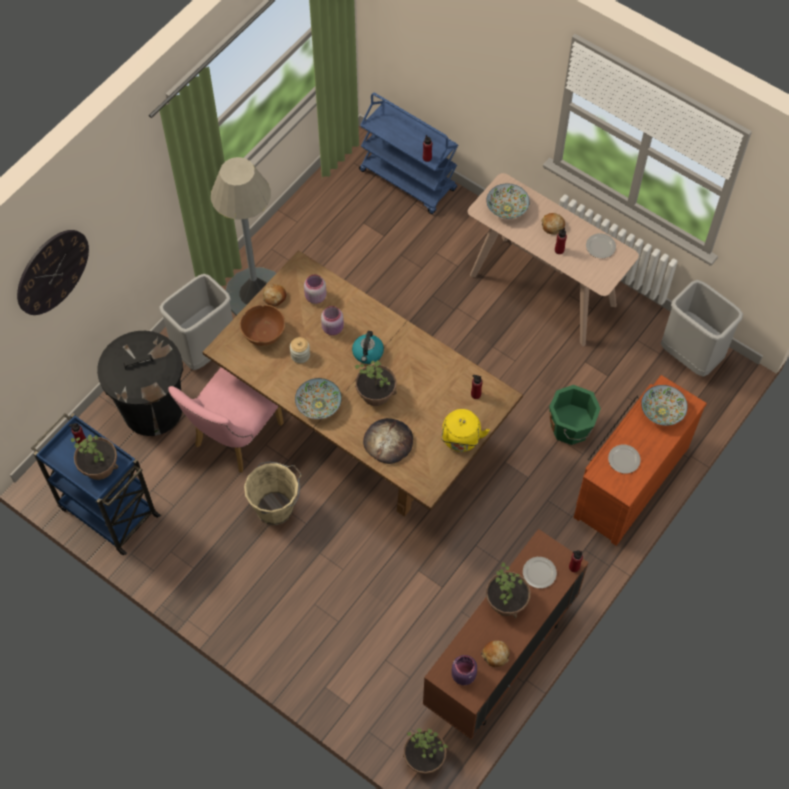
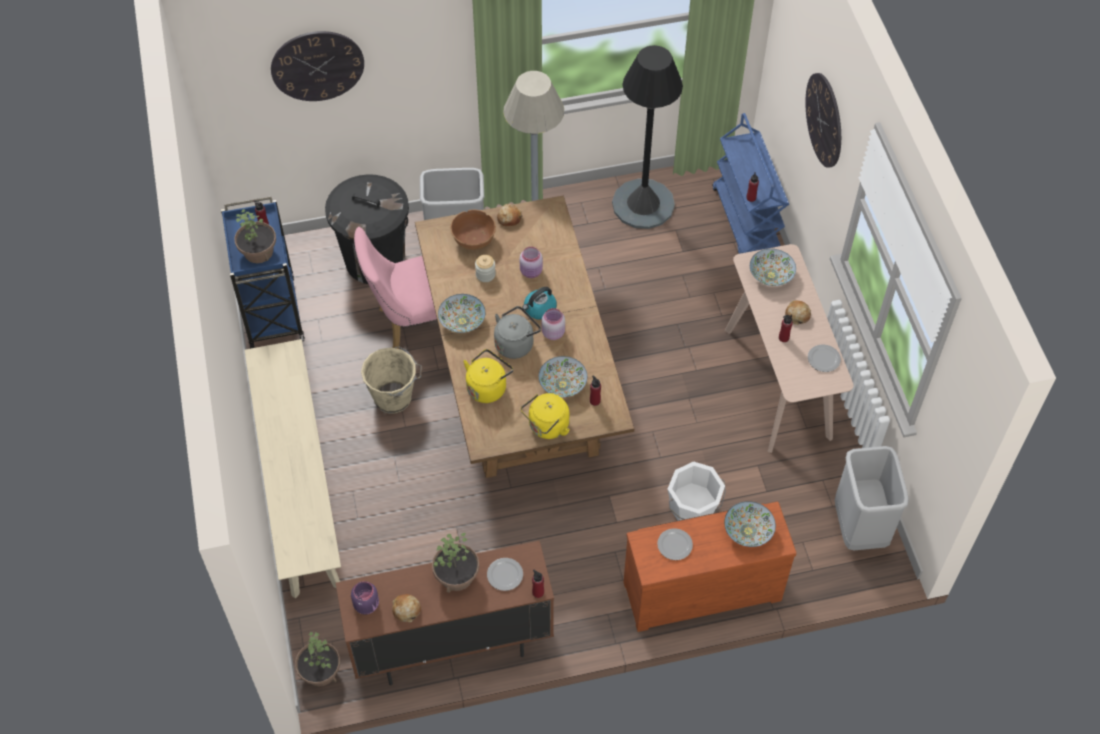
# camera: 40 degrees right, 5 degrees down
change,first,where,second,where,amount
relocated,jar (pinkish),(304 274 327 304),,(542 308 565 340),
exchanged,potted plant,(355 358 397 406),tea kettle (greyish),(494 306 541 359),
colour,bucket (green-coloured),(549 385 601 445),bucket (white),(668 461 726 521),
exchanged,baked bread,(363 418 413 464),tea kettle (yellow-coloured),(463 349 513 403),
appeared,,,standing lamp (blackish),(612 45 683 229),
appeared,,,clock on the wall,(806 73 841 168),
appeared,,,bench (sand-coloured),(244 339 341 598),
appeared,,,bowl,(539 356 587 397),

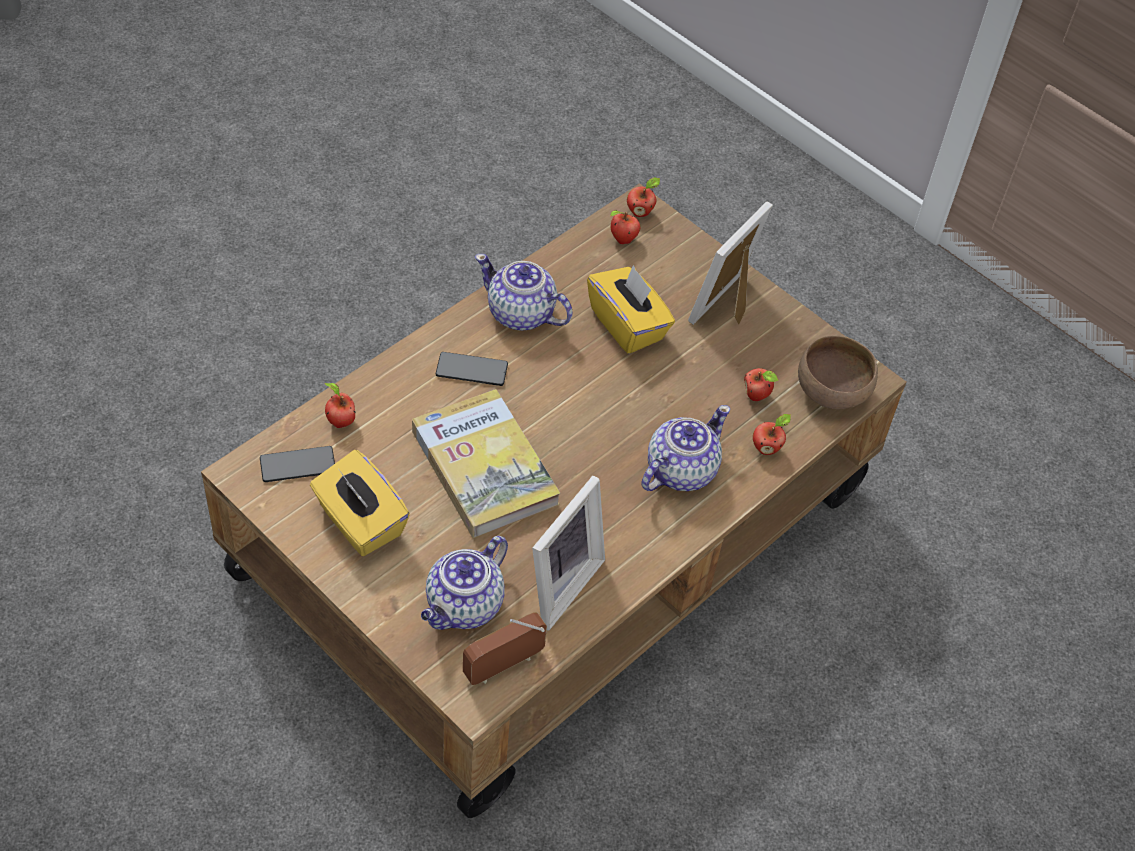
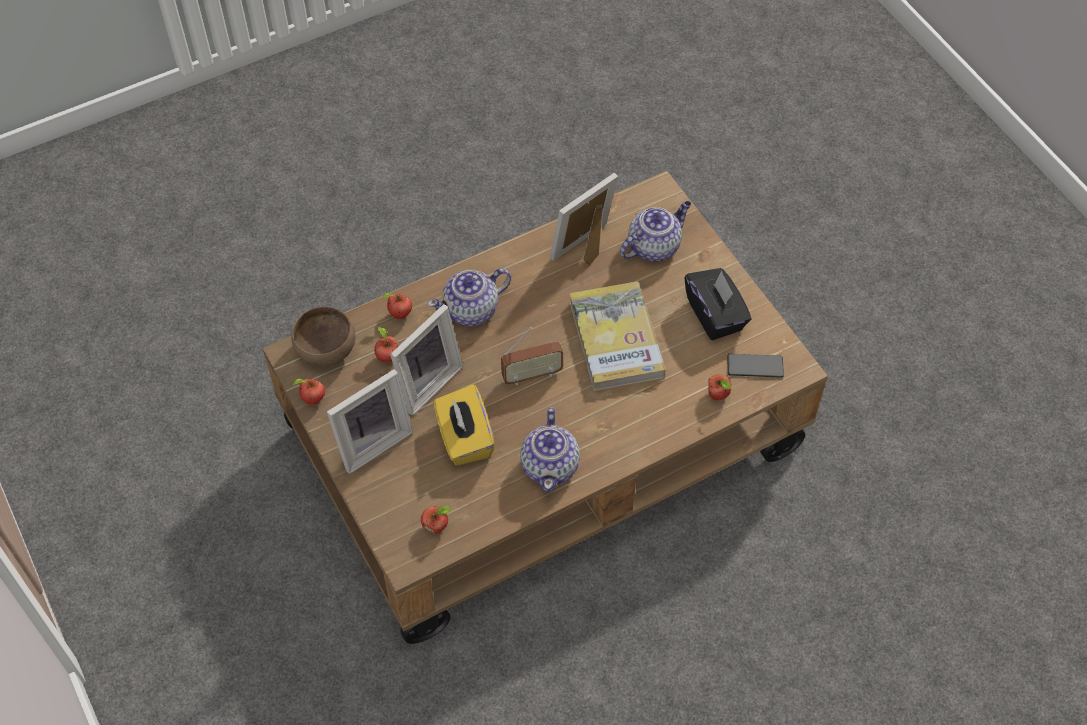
# camera: 160 degrees left, 5 degrees up
change,first,where,second,where,amount
relocated,apple,(627 178 660 217),,(292 378 325 404),
spun,pot for tea,(475 254 573 331),,(520 407 580 492),45 degrees clockwise
missing,telephone,(436 352 508 386),,,
colour,tissue holder (yellow-coloured),(310 450 410 556),tissue holder (blackish),(684 268 751 340),
relocated,radio,(463 612 547 685),,(501 327 563 385),
appeared,,,photo frame,(390 304 463 415),

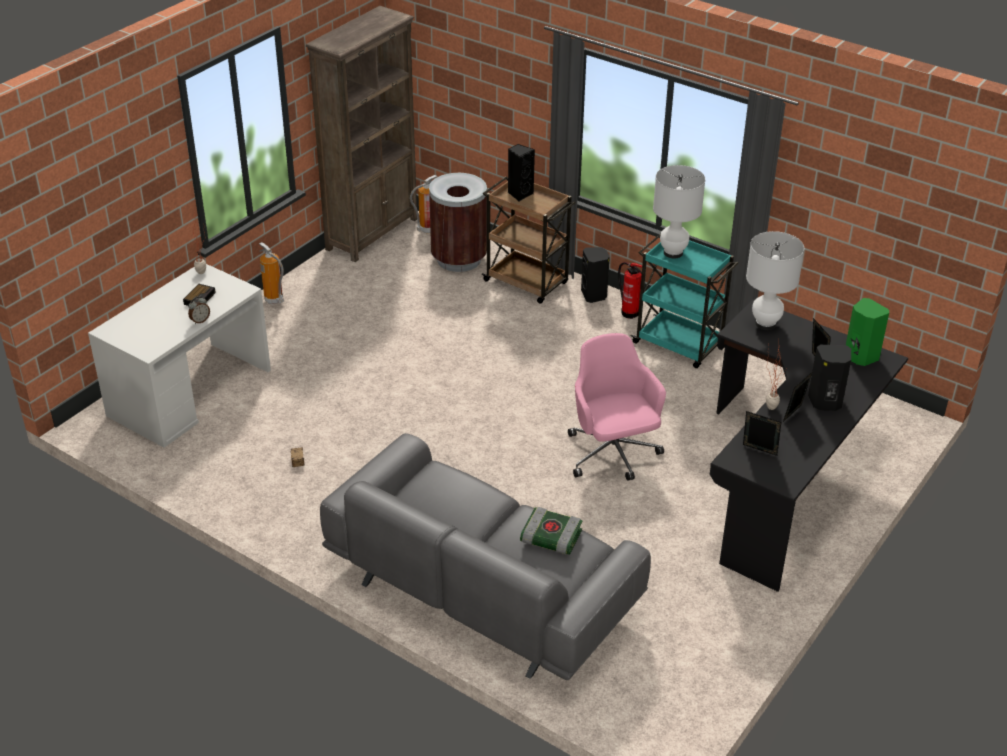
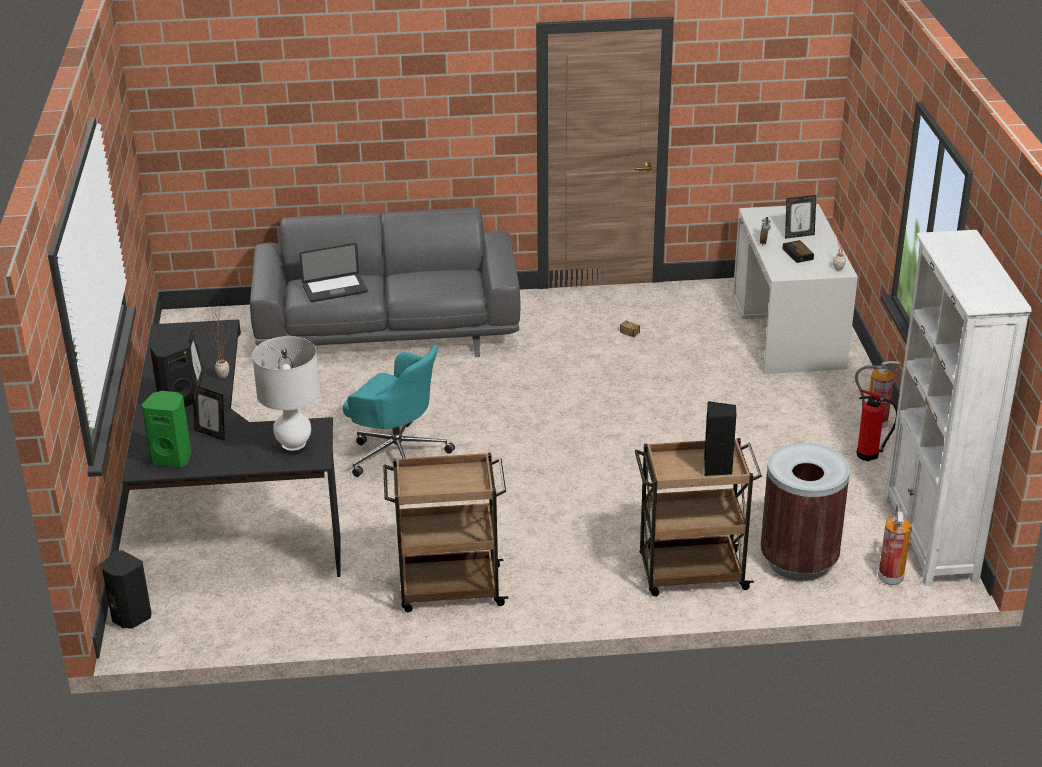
# camera: 140 degrees right, 5 degrees down
change,first,where,second,where,amount
colour,bookcase (brown-coloured),(306 6 417 262),bookcase (white),(885 230 1032 586),
missing,table lamp (white),(653 165 705 258),,,
colour,cart (turquoise-coloured),(631 233 739 368),cart (brown-coloured),(383 453 508 612),
relocated,audio speaker (blackish),(581 247 610 303),,(101 550 152 628),
relocated,fire extinguisher,(618 262 642 319),,(857 389 898 461),
colour,computer chair (pinkish),(568 333 666 481),computer chair (turquoise-coloured),(343 345 455 477),
relocated,photo frame,(743 411 781 456),,(785 195 816 239),
exchanged,book,(520 507 583 555),notebook computer,(299 243 368 302),

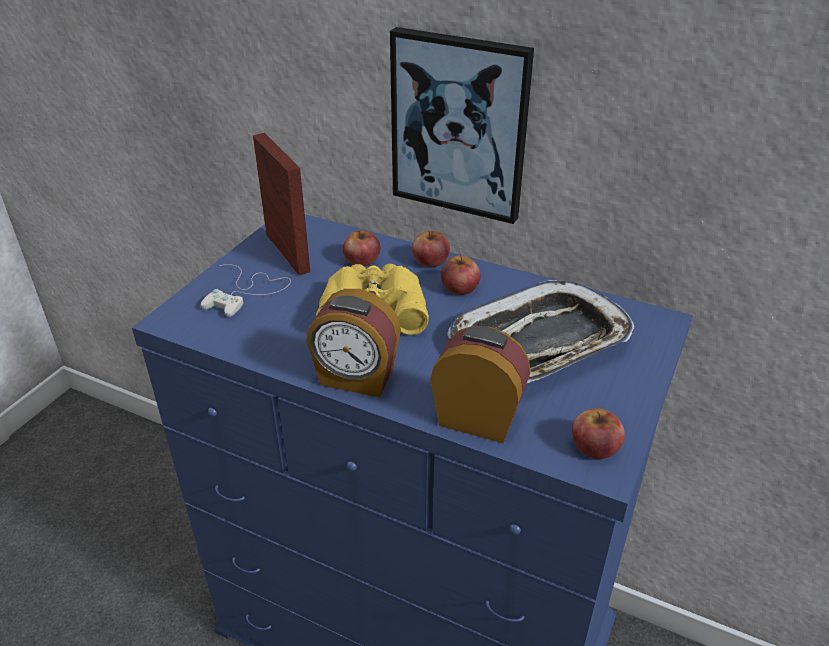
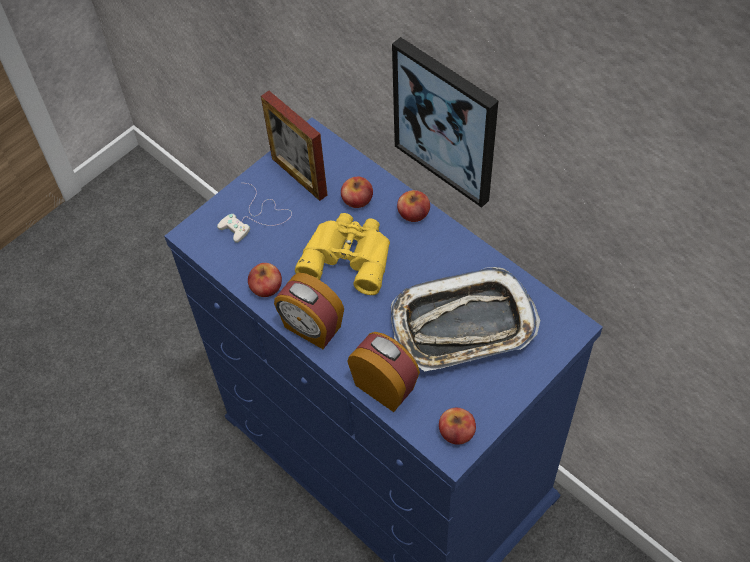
# camera: 20 degrees right, 20 degrees up
change,first,where,second,where,amount
spun,photo frame,(253 133 310 275),,(261 91 327 201),150 degrees clockwise
relocated,apple,(441 254 481 295),,(248 263 282 297),

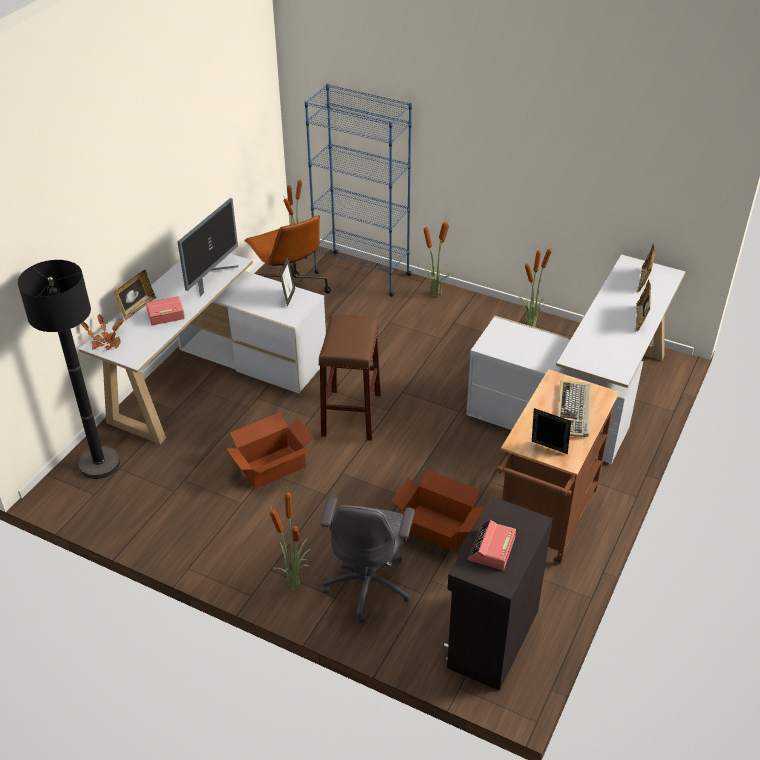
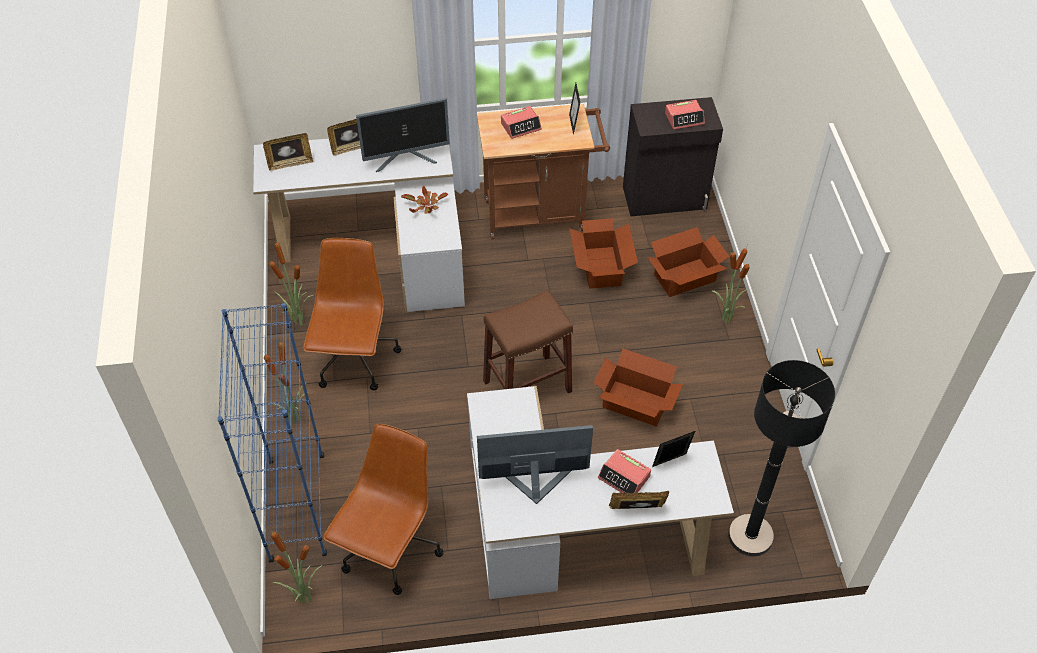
# camera: 125 degrees left, 10 degrees up
change,first,where,second,where,amount
relocated,photo frame,(280 255 295 307),,(652 431 695 467),
relocated,potted plant,(81 314 124 350),,(401 186 448 213),
exchanged,computer keyboard,(558 381 592 437),table clock,(501 106 542 139),
exchanged,computer chair (greyish),(320 496 415 623),packing box,(648 227 730 297),
appeared,,,monitor,(356 98 450 172),
appeared,,,computer chair (brown-coloured),(303 238 402 390),

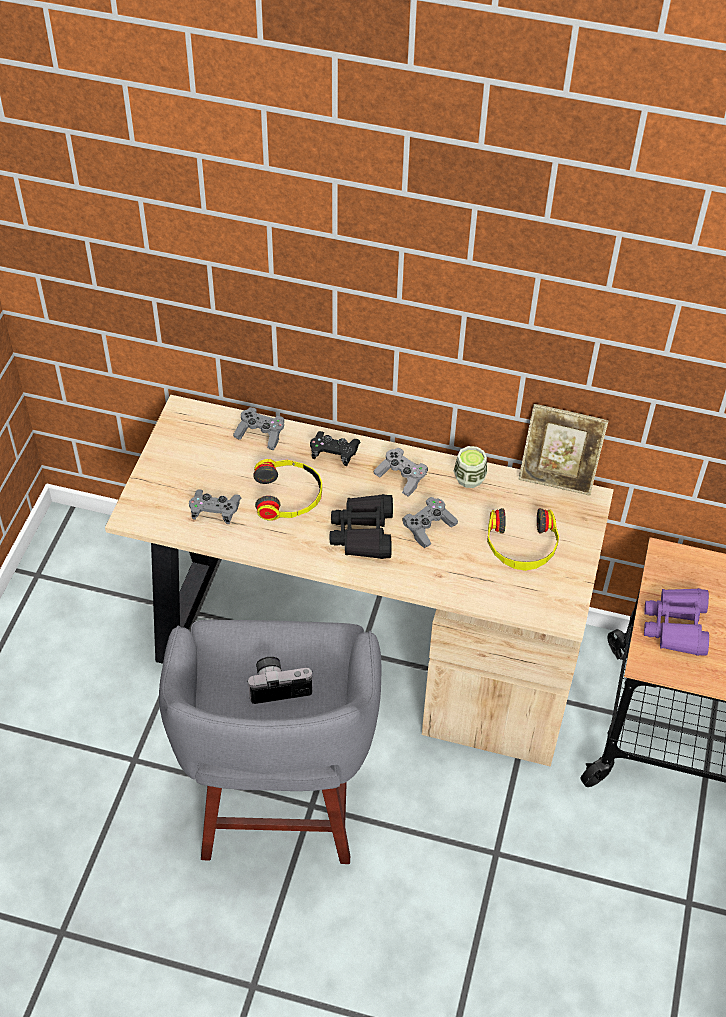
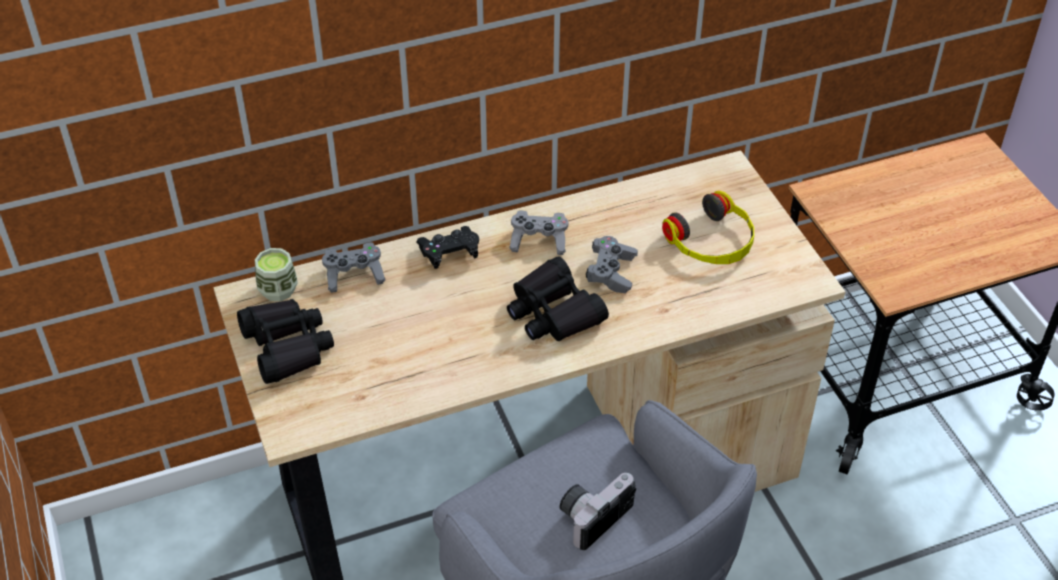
# camera: 35 degrees left, 5 degrees down
change,first,where,second,where,amount
missing,photo frame,(518 404 608 496),,,
relocated,small cup,(454 446 487 488),,(255 248 298 301),
missing,headphones,(253 459 322 521),,,
missing,joypad (greyish),(189 489 241 524),,,
missing,field glasses (purple),(644 588 709 656),,,
appeared,,,field glasses (blackish),(237 299 334 384),

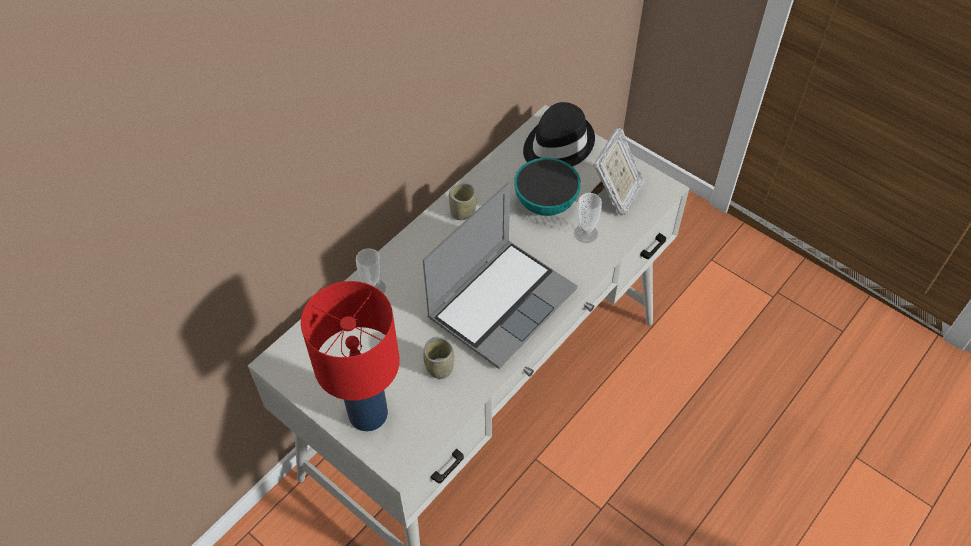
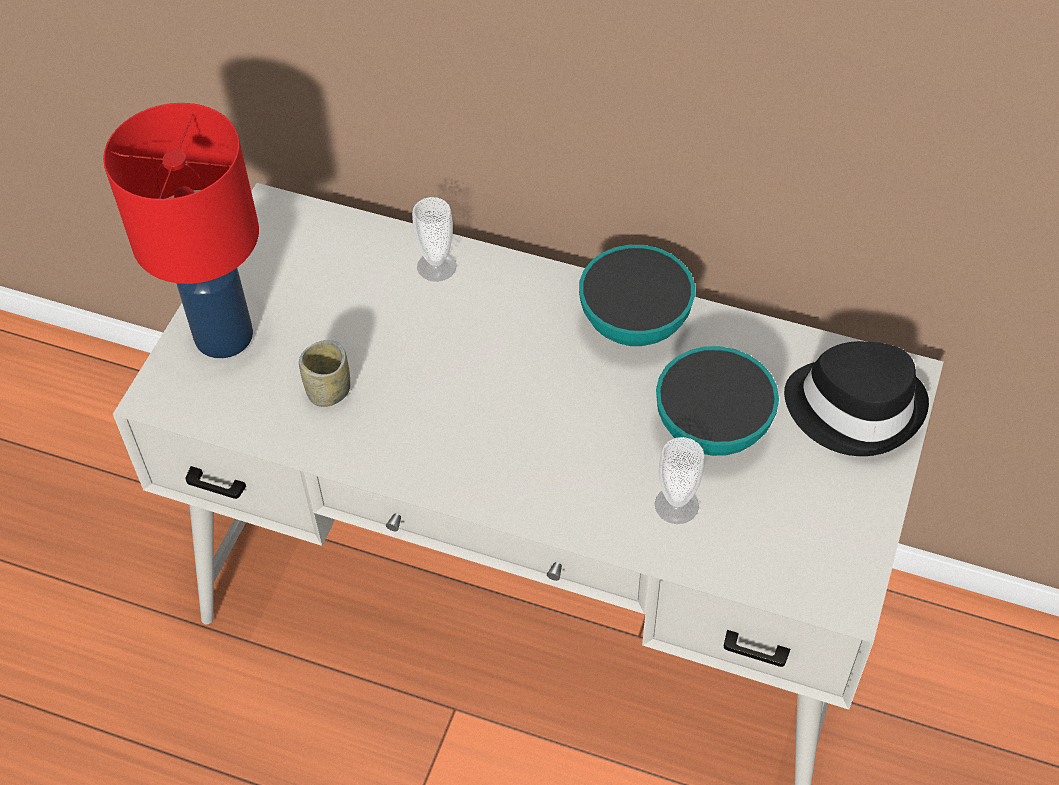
# camera: 70 degrees right, 0 degrees up
change,first,where,second,where,amount
missing,photo frame,(591 127 645 216),,,
missing,notebook computer,(423 182 578 369),,,
exchanged,small cup,(449 183 476 220),bowl,(579 245 695 346),

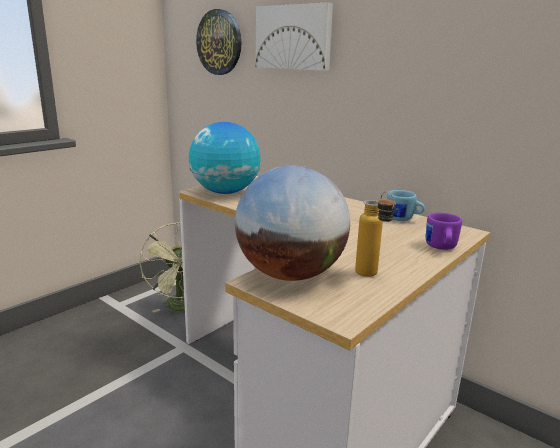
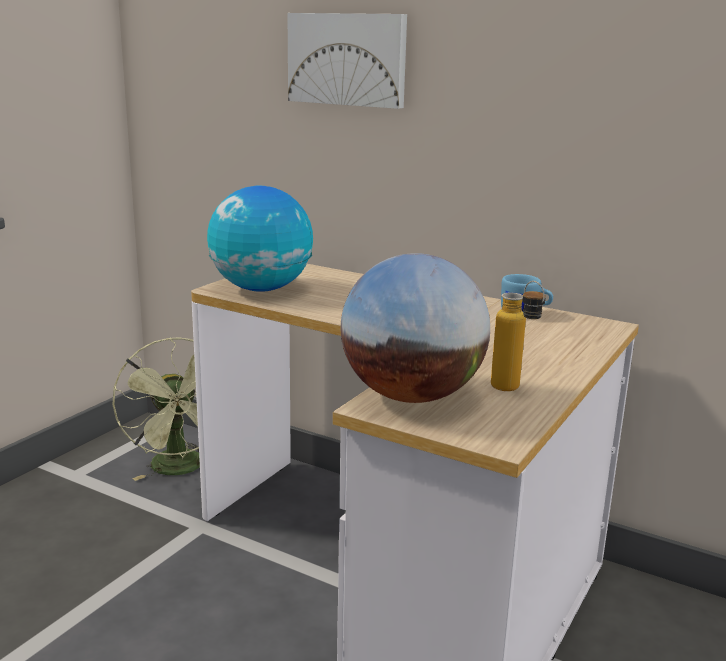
# camera: 10 degrees left, 0 degrees up
change,first,where,second,where,amount
missing,clock on the wall,(196 9 241 75),,,
missing,mug (purple),(426 213 462 250),,,

